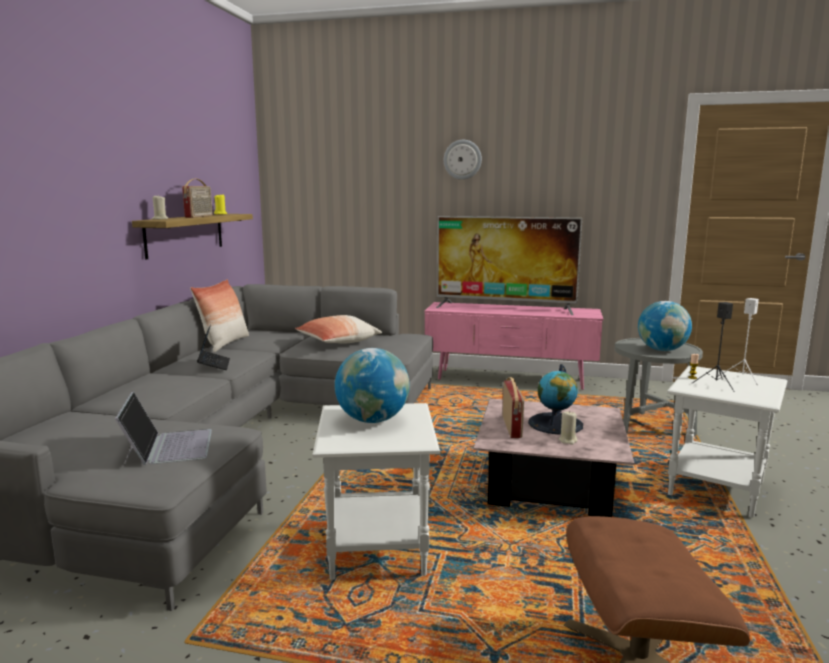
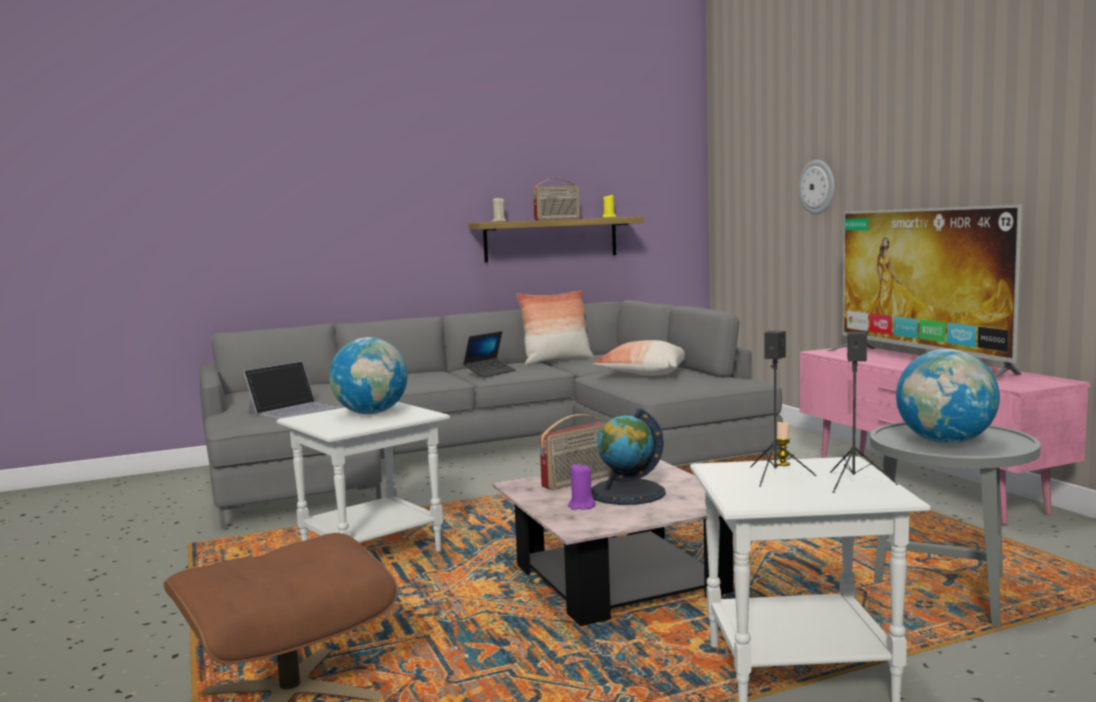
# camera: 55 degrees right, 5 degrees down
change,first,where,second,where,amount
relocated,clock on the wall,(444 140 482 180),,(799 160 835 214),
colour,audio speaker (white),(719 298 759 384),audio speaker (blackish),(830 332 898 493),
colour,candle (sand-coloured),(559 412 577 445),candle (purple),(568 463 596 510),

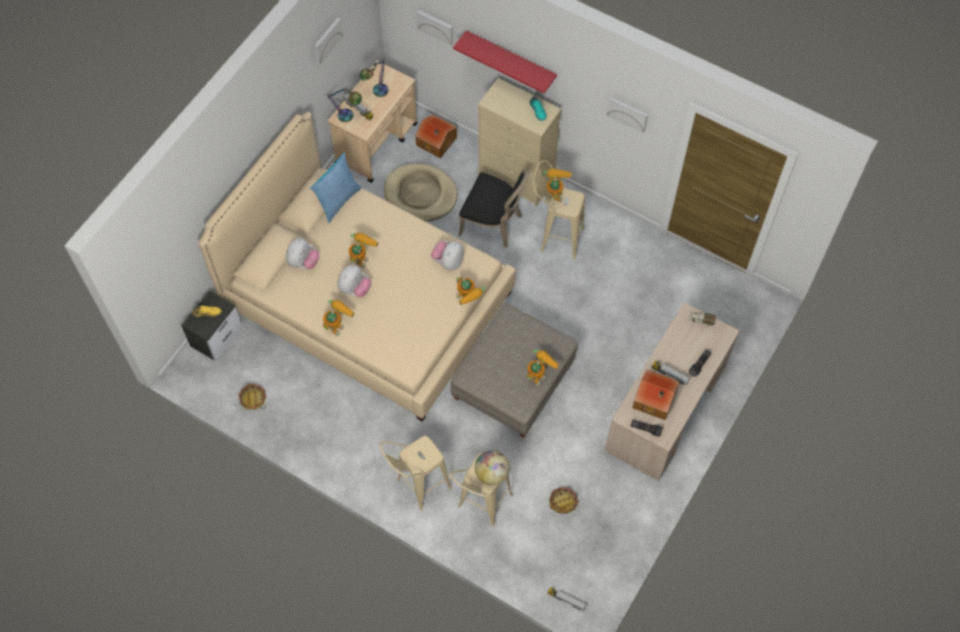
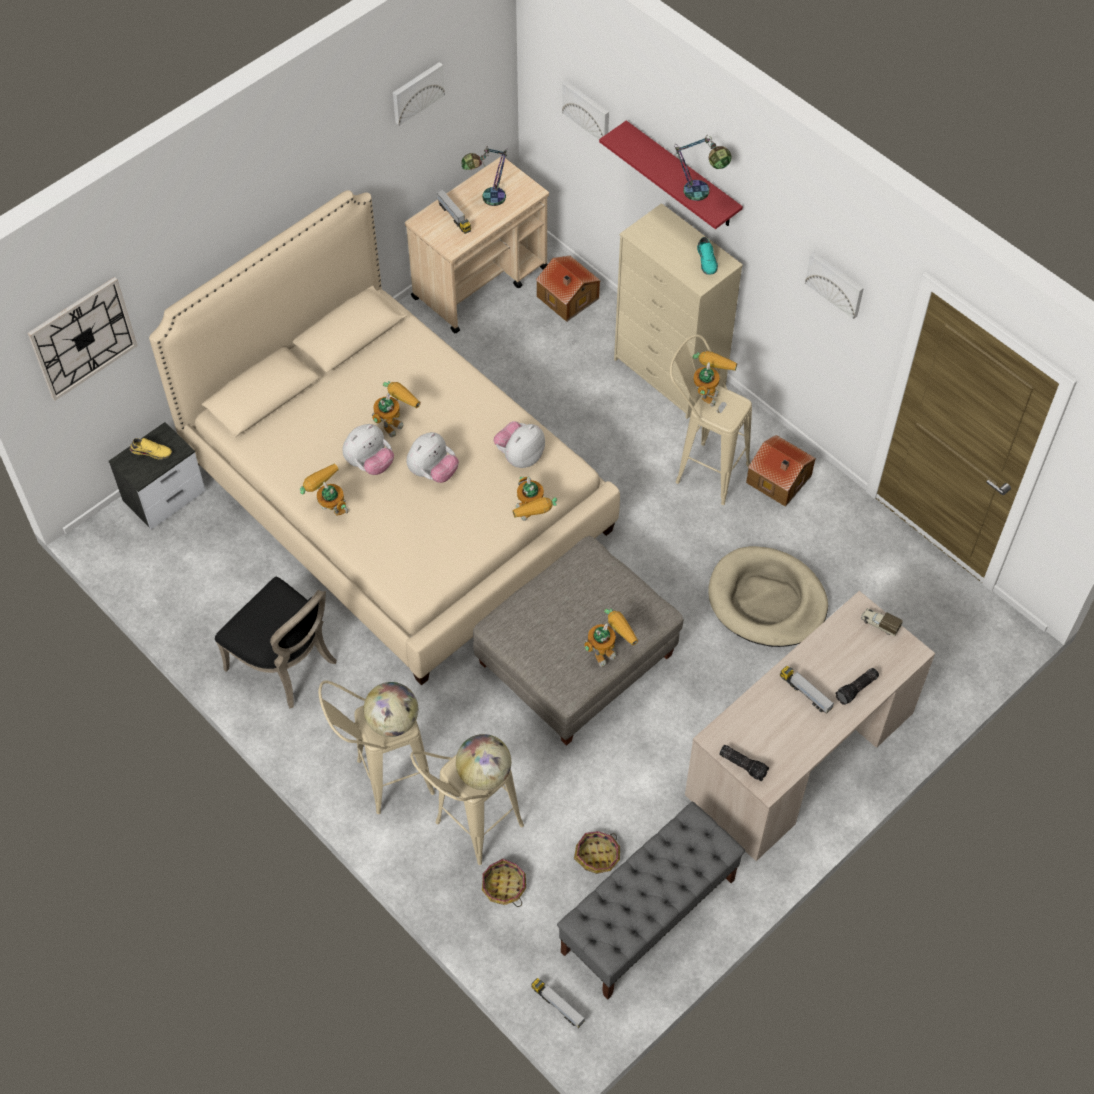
# camera: 15 degrees right, 5 degrees down
change,first,where,second,where,amount
relocated,table lamp,(326 87 362 122),,(674 135 732 201),
missing,throw pillow,(310 153 362 224),,,
relocated,pet bed (sand-coloured),(384 163 457 221),,(708 546 828 647),
relocated,plain chair (blackish),(459 169 529 248),,(215 577 337 709),
relocated,cuddly toy,(286 238 319 269),,(407 432 459 483),
spun,model robot,(323 299 355 336),,(300 464 348 515),90 degrees counterclockwise
relocated,miniature house,(632 369 679 420),,(746 435 816 507),
relocated,basket,(239 384 266 410),,(482 859 526 907),
appeared,,,clock on the wall,(28 277 137 401),
appeared,,,globe,(363 682 418 737),
appeared,,,bench (greyish),(557 802 745 1000),

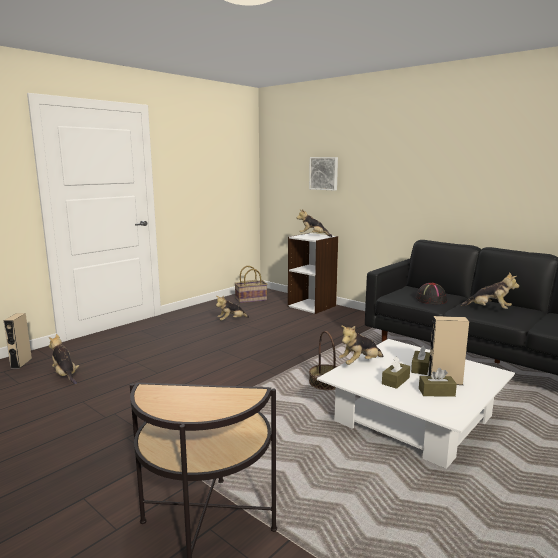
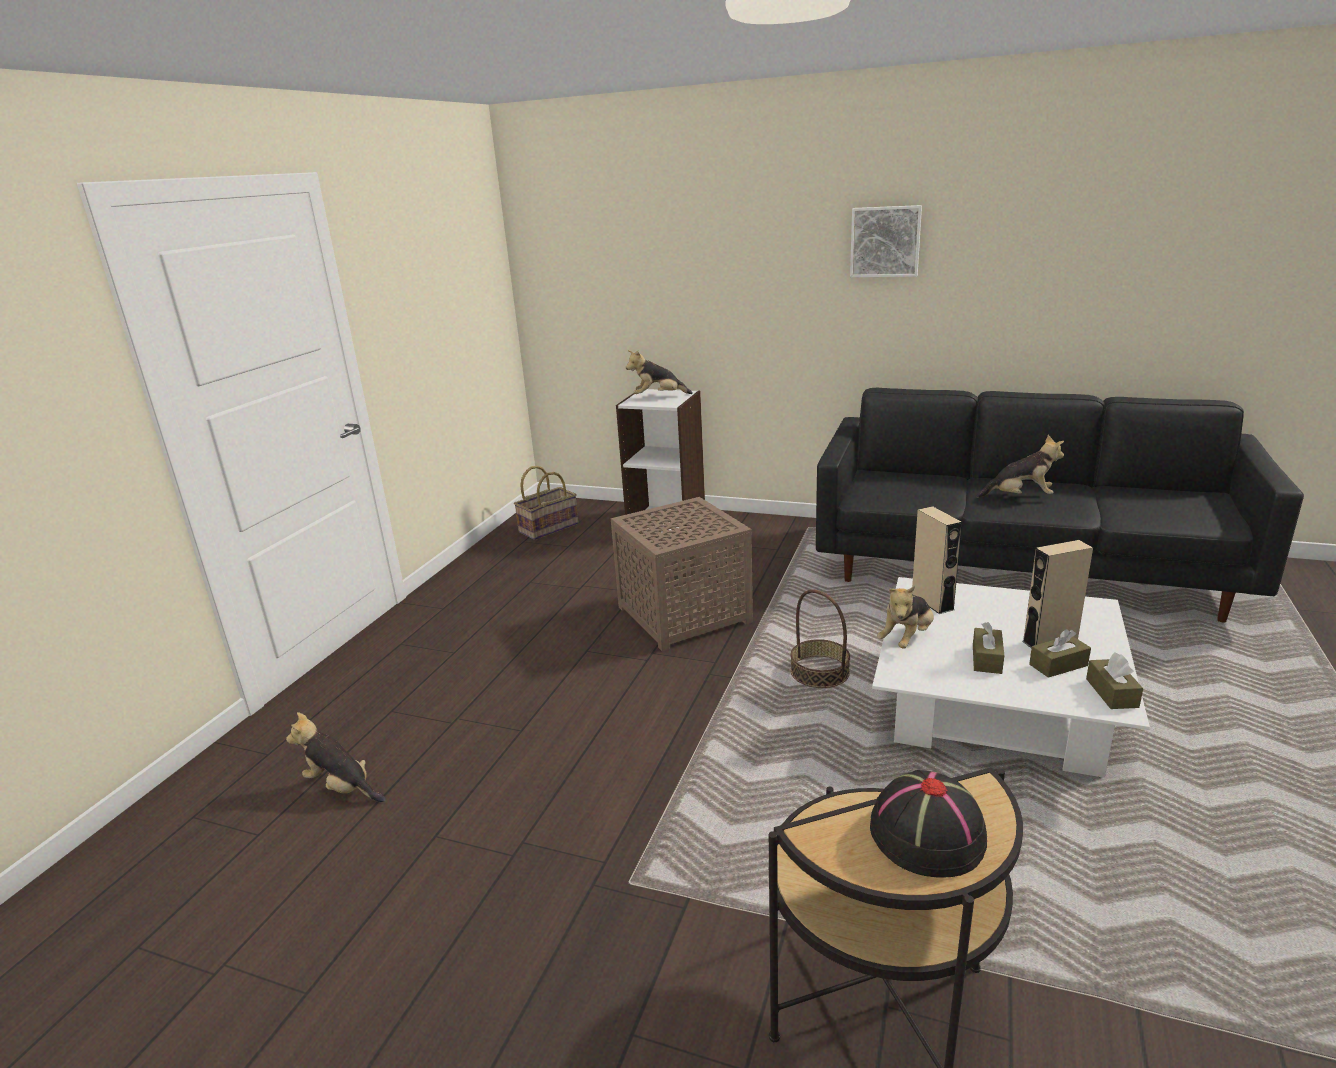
# camera: 20 degrees left, 10 degrees up
change,first,where,second,where,amount
relocated,wall art,(309 157 338 191),,(850 205 922 277),
relocated,clothing hat (blackish),(416 283 447 304),,(870 770 987 878),
missing,cuddly toy,(216 296 249 321),,,
relocated,audio speaker (sand-coloured),(4 313 32 369),,(912 506 962 614),
relocated,tissue holder (brown-coloured),(411 345 430 375),,(1086 652 1143 709),
appeared,,,side table (brown-coloured),(611 497 753 651),

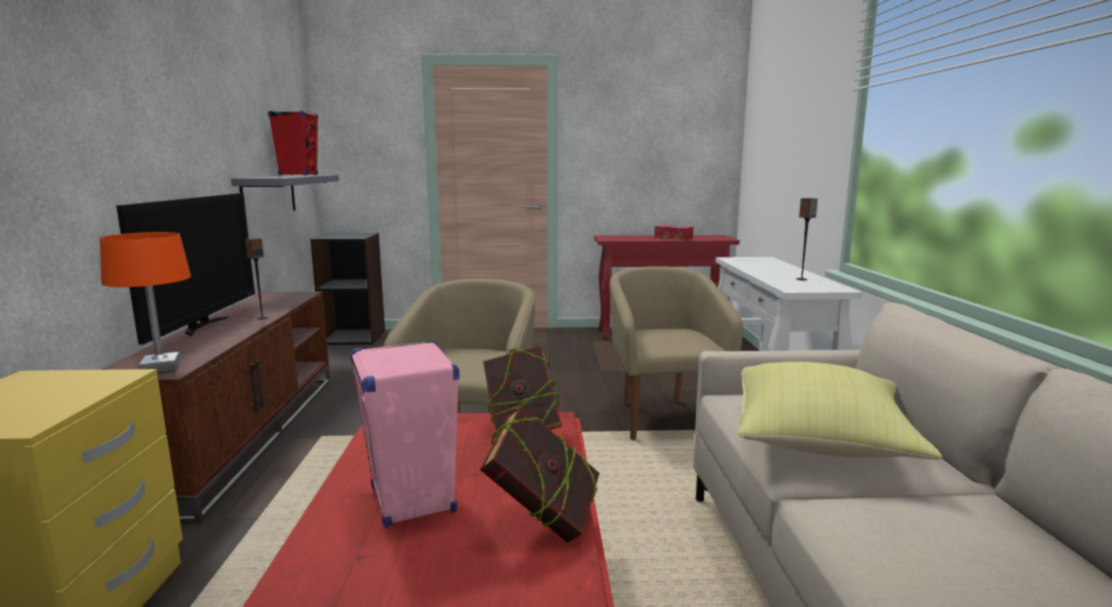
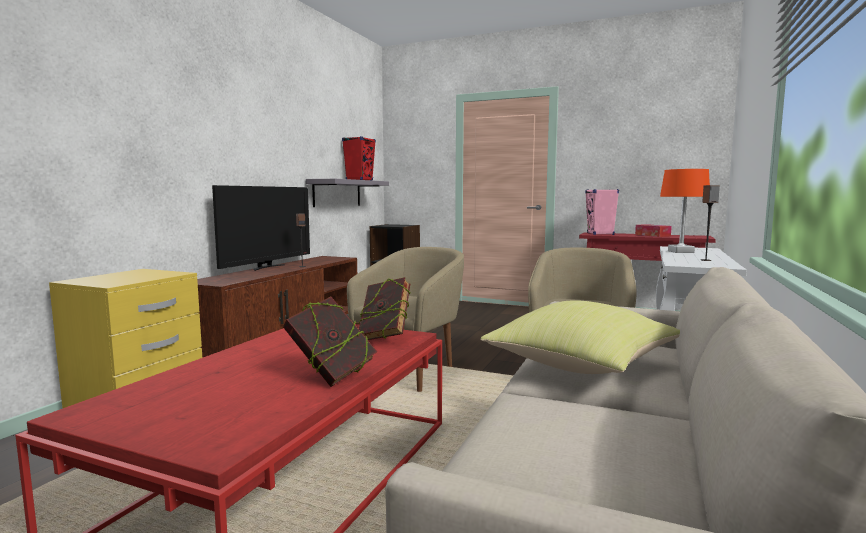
# camera: 25 degrees right, 5 degrees down
change,first,where,second,where,amount
relocated,table lamp (orange),(100 232 191 373),,(660 169 710 253),
relocated,audio speaker (pinkish),(350 340 459 527),,(585 189 619 235),

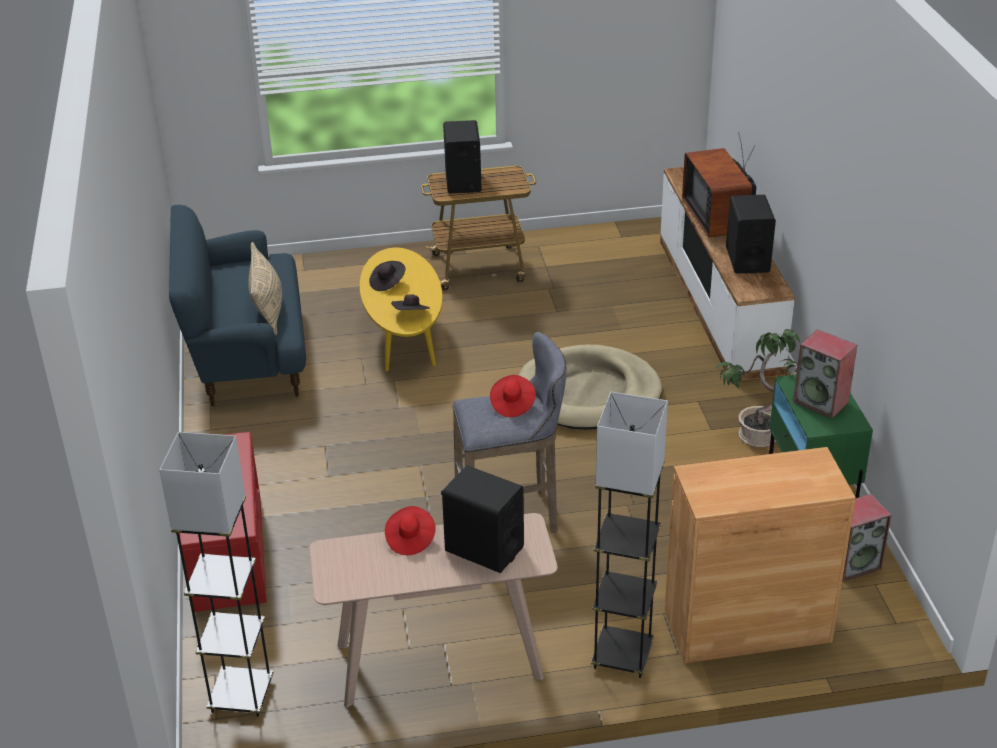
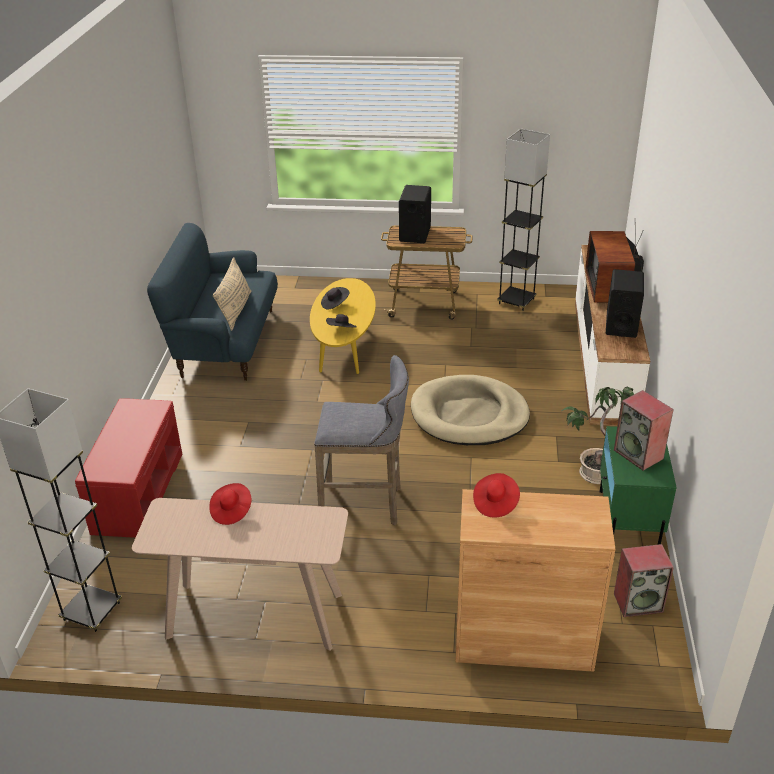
# camera: 15 degrees right, 0 degrees up
change,first,where,second,where,amount
relocated,clothing hat (red),(490 375 536 417),,(473 473 520 518),
relocated,standing lamp (greyish),(591 392 668 678),,(497 128 550 311),
missing,audio speaker (blackish),(441 465 524 573),,,

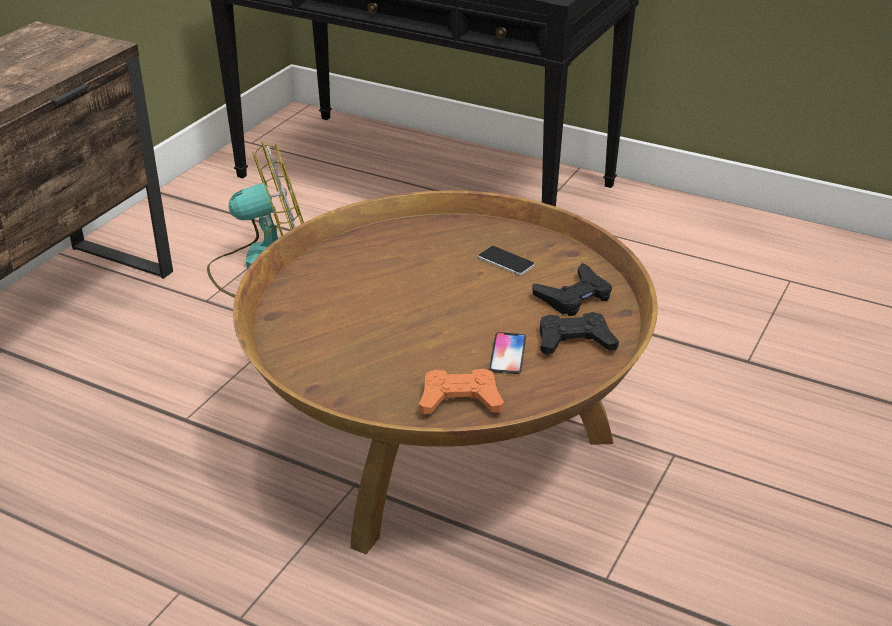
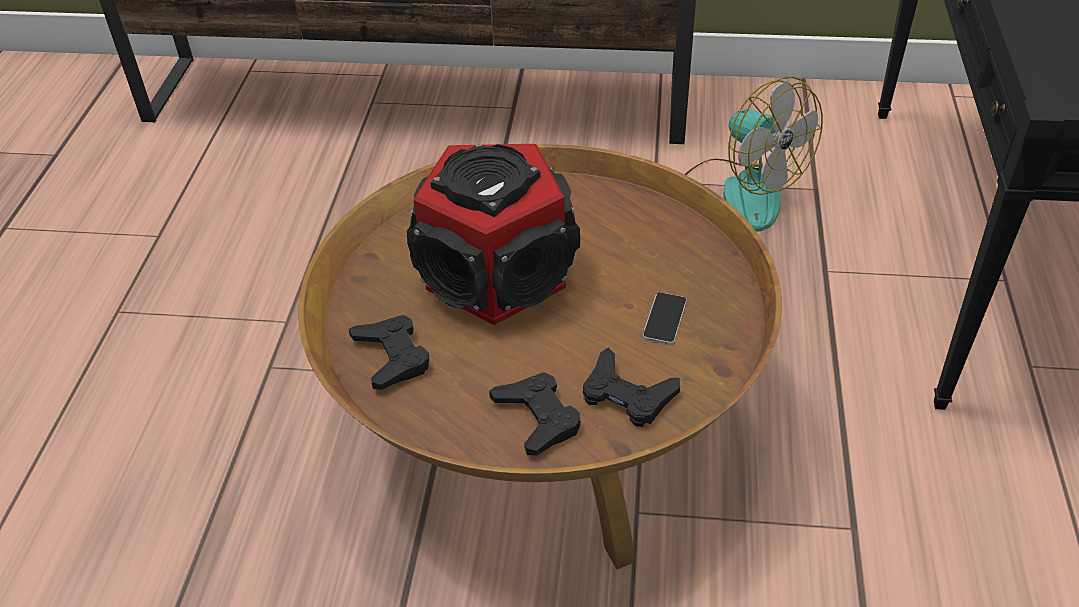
# camera: 70 degrees right, 10 degrees up
change,first,where,second,where,amount
missing,telephone,(489 332 526 374),,,
colour,joypad (orange),(419 369 504 414),joypad (blackish),(349 315 430 390),
appeared,,,audio speaker,(407 144 580 325),

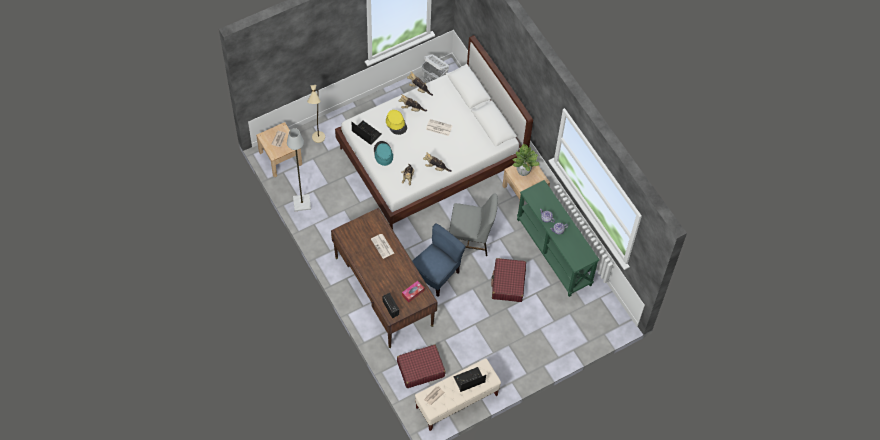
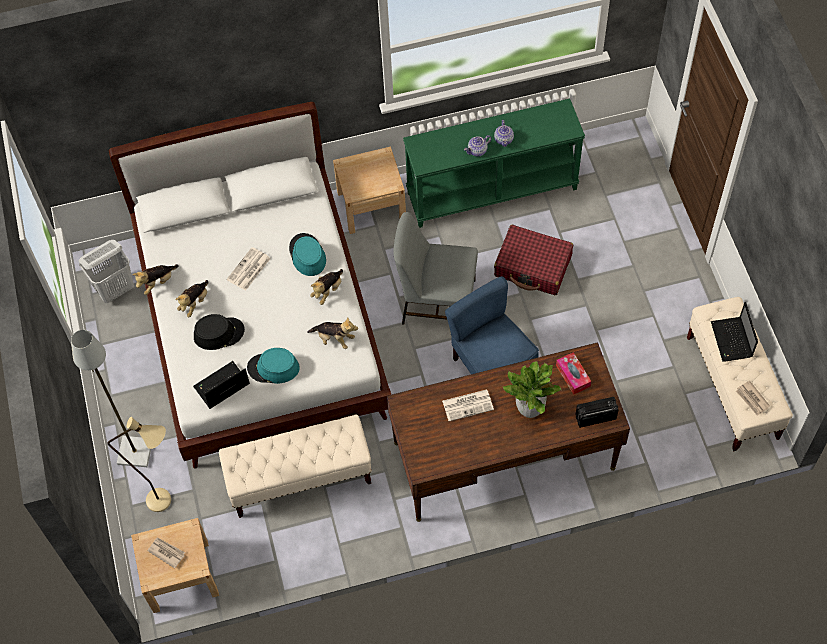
# camera: 70 degrees left, 0 degrees up
change,first,where,second,where,amount
colour,clothing hat (yellow-coloured),(386 110 407 135),clothing hat (blackish),(194 314 245 350),
relocated,standing lamp (greyish),(287 128 311 211),,(71 330 151 467),
relocated,potted plant,(513 144 540 176),,(503 361 561 418),
spun,plain chair (greyish),(449 193 498 256),,(394 212 478 325),105 degrees counterclockwise
missing,travel case (red),(397 344 446 388),,,
appeared,,,clothing hat (turquoise-coloured),(289 233 326 276),
appeared,,,bench (sand-coloured),(219 414 372 518),

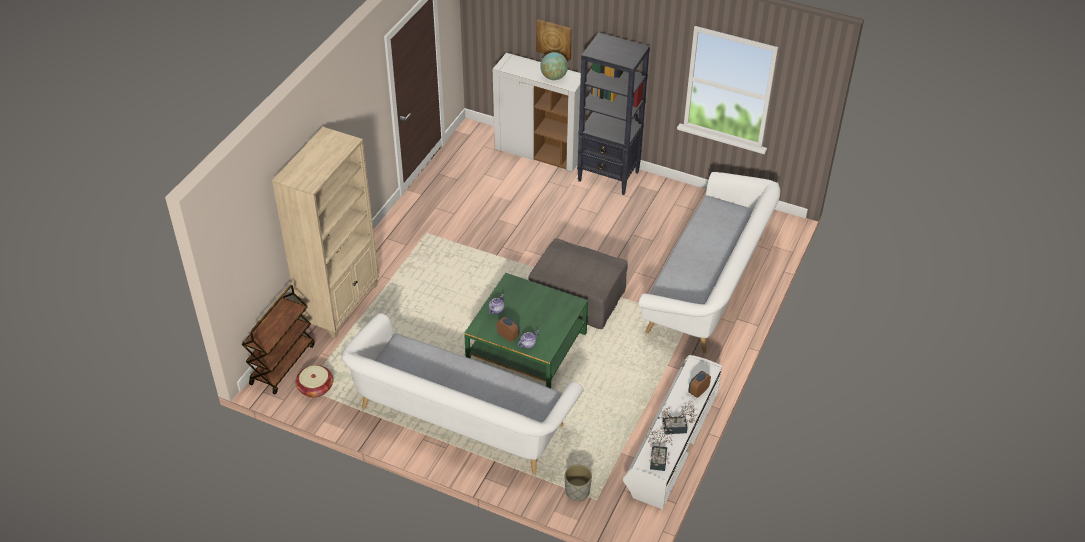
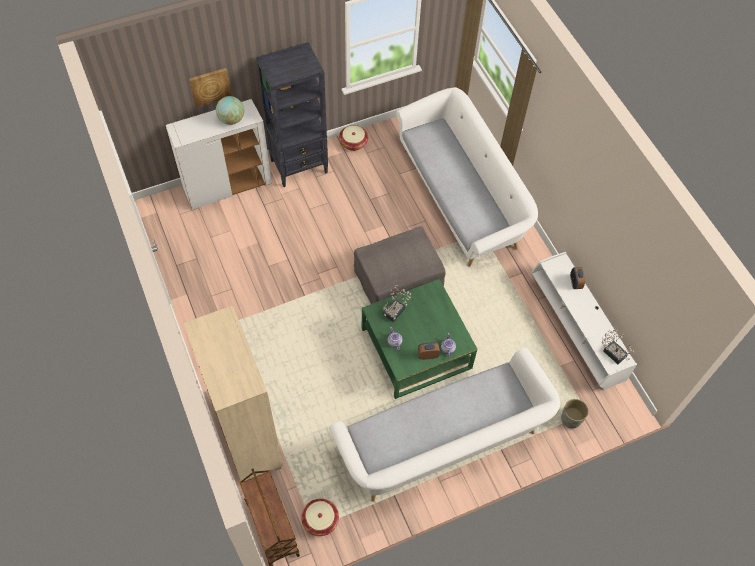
# camera: 50 degrees left, 15 degrees up
change,first,where,second,where,amount
relocated,potted plant,(658 401 698 434),,(383 285 412 322),
appeared,,,basket,(339 125 368 151),

